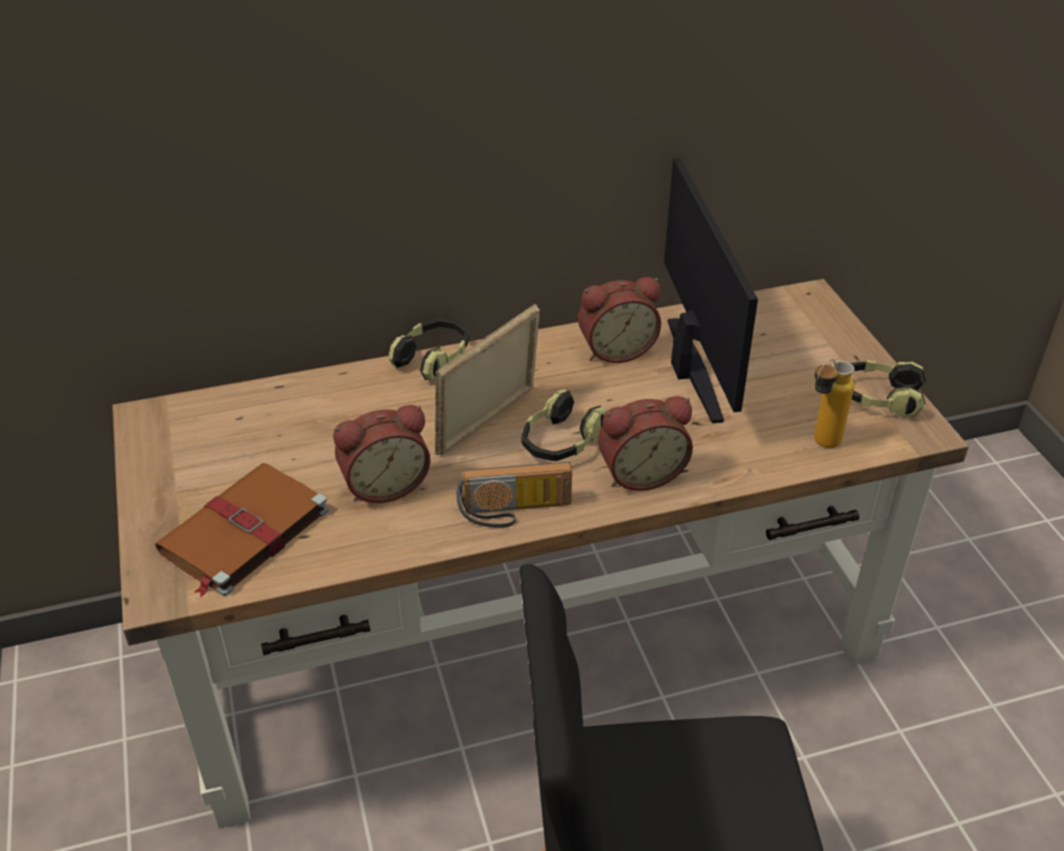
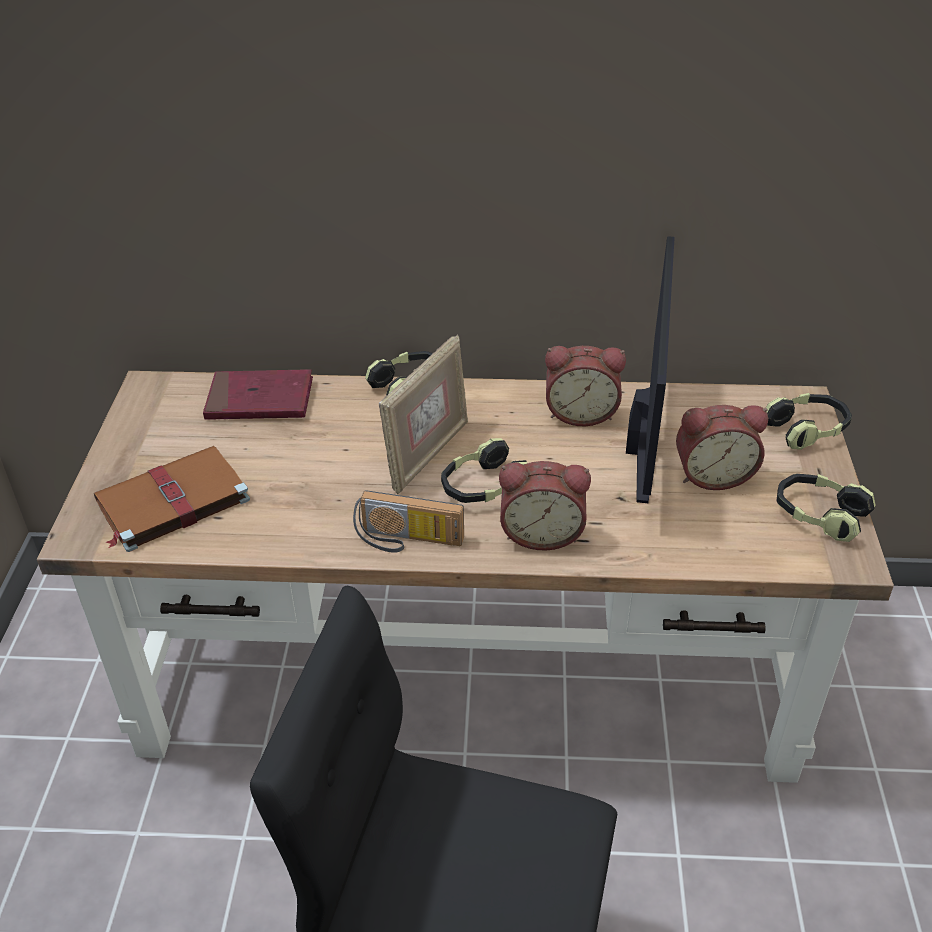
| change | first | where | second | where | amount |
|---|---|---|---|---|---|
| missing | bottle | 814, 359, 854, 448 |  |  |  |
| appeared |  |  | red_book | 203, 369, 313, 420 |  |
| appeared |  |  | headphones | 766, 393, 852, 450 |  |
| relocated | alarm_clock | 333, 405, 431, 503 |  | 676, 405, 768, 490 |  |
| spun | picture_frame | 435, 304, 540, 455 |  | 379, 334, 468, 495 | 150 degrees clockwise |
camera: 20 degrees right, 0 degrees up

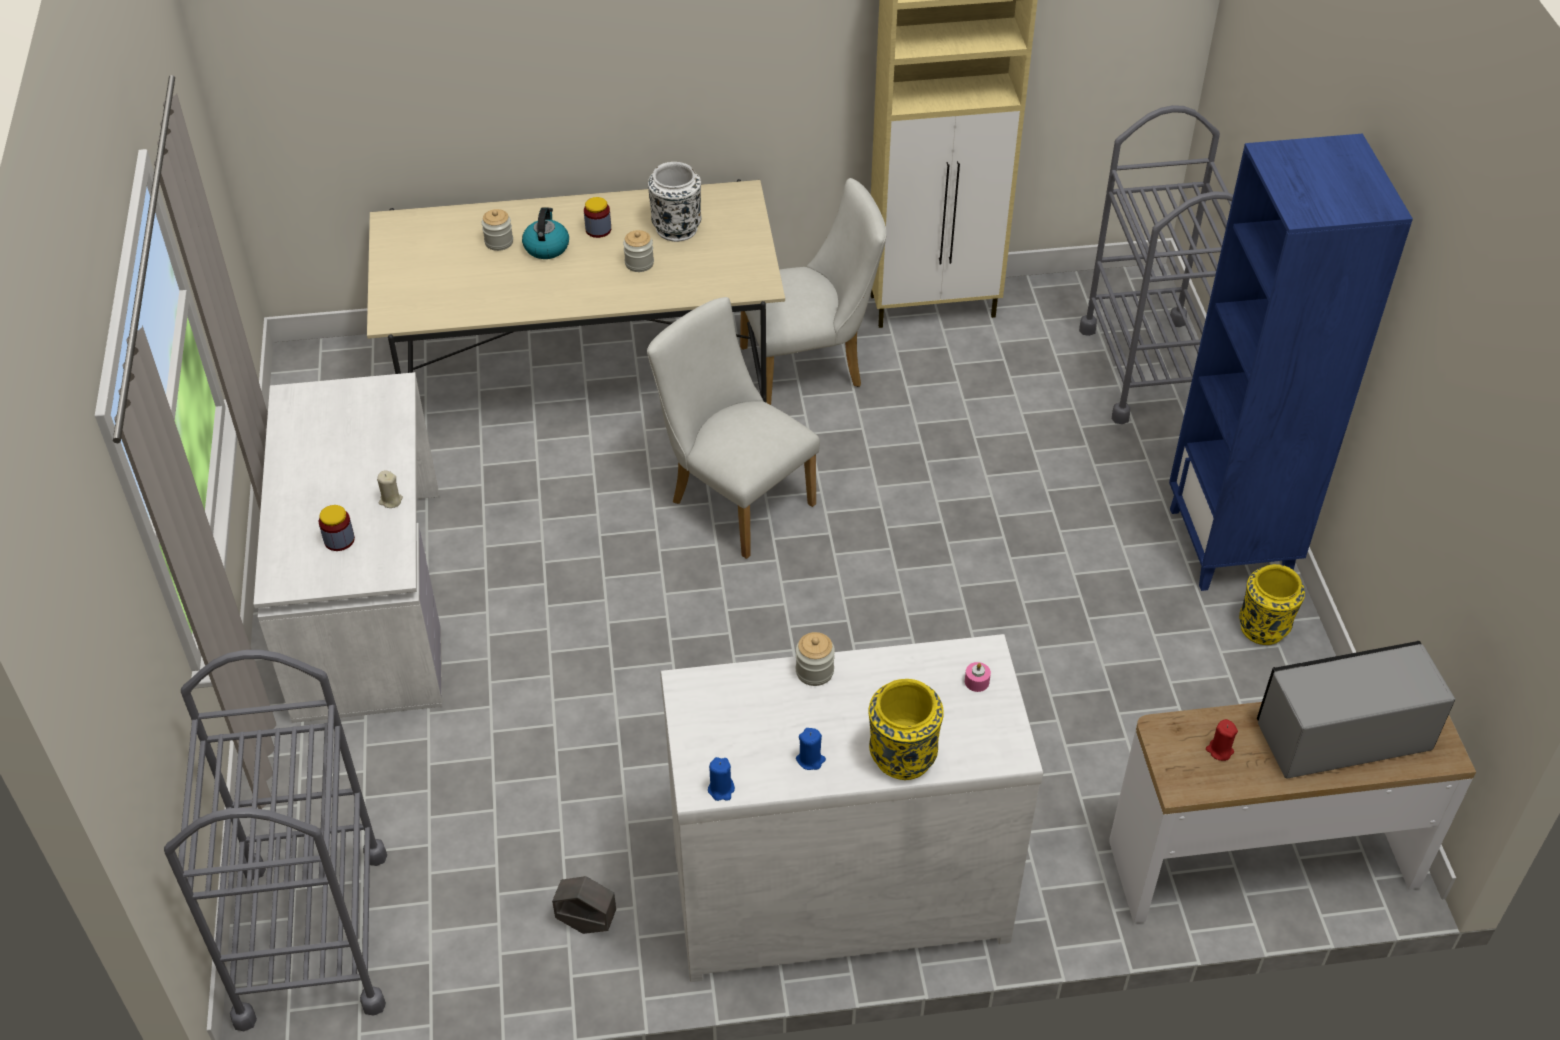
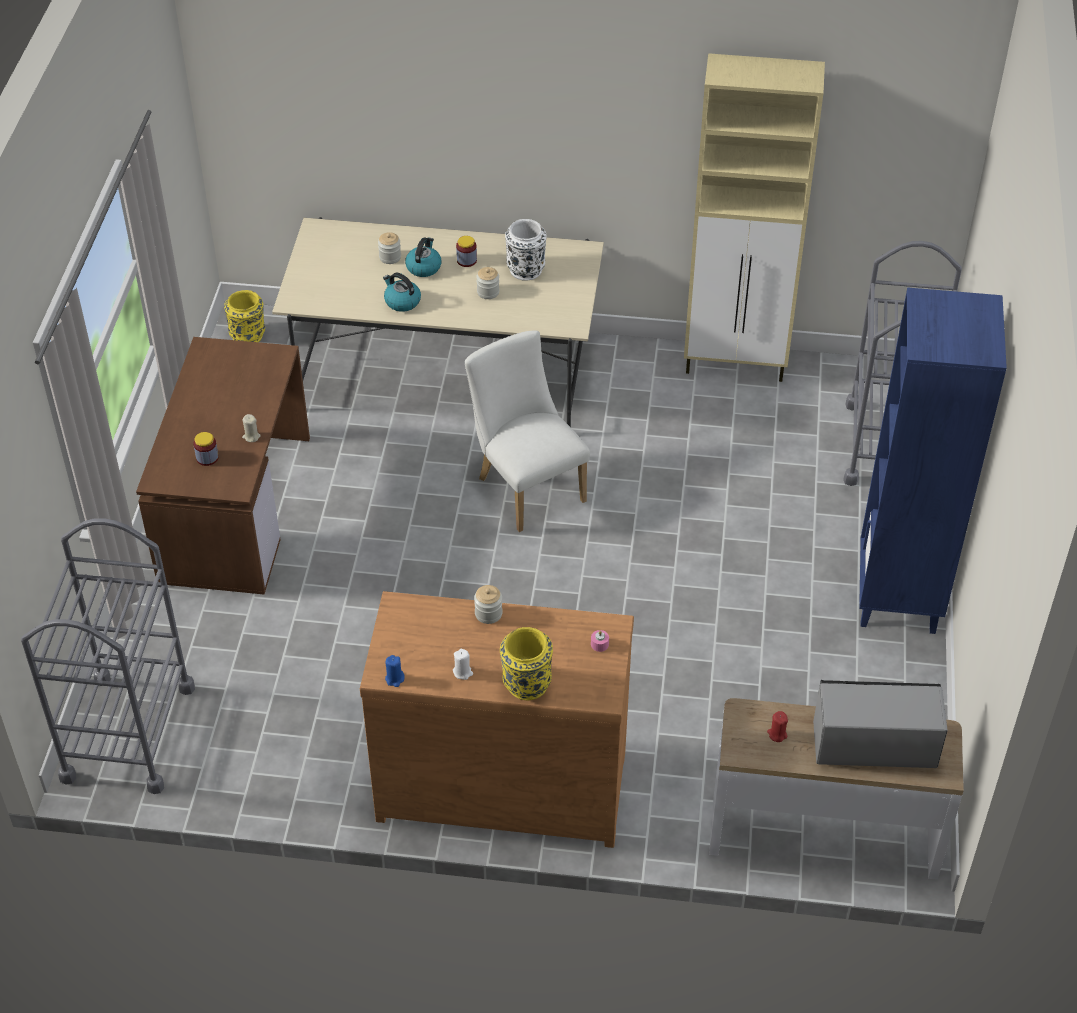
| change | first | where | second | where | amount |
|---|---|---|---|---|---|
| missing | grey_planter | 552, 876, 616, 934 |  |  |  |
| missing | white_chair | 740, 178, 886, 405 |  |  |  |
| appeared |  |  | kettle | 383, 273, 421, 312 |  |
| relocated | yellow_vase | 1239, 564, 1305, 645 |  | 224, 290, 265, 342 |  |
| colour | white_desk | 253, 372, 442, 723 | brown_desk | 136, 337, 310, 594 |  |
| colour | white_dresser | 660, 634, 1044, 982 | brown_dresser | 360, 591, 634, 848 |  |
| colour | blue_candle | 796, 728, 826, 770 | white_candle | 453, 649, 473, 680 |  |
camera: 15 degrees right, 0 degrees up

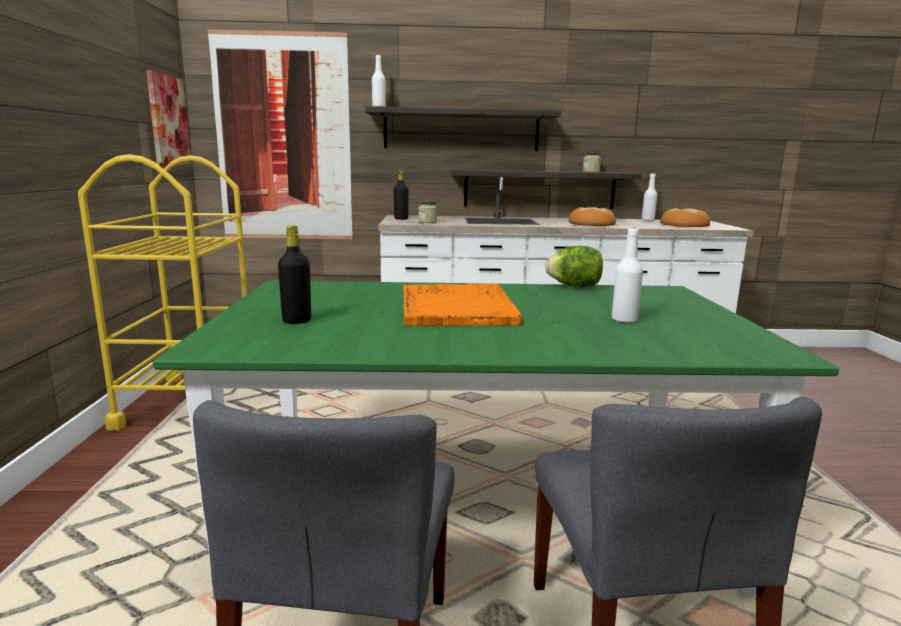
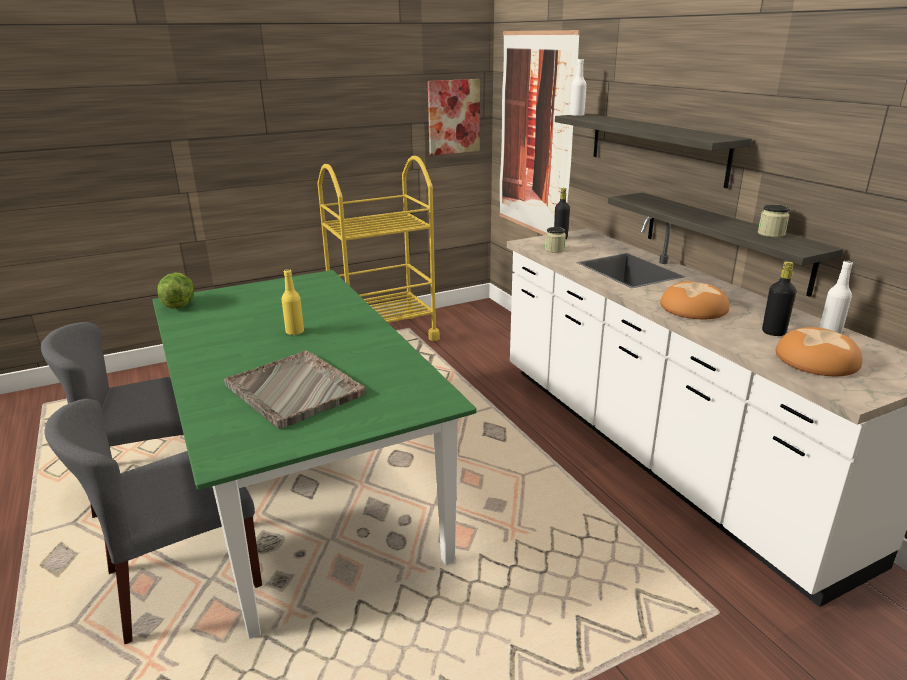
| change | first | where | second | where | amount |
|---|---|---|---|---|---|
| relocated | black_bottle | 278, 225, 311, 324 |  | 762, 261, 796, 336 |  |
| relocated | lettuce | 545, 246, 603, 287 |  | 158, 272, 194, 309 |  |
| exchanged | orange_tray | 403, 283, 522, 326 | yellow_bottle | 282, 269, 304, 335 |  |
| exchanged | white_bottle | 611, 228, 643, 323 | grey_tray | 224, 350, 366, 429 |  |
camera: 65 degrees right, 10 degrees up

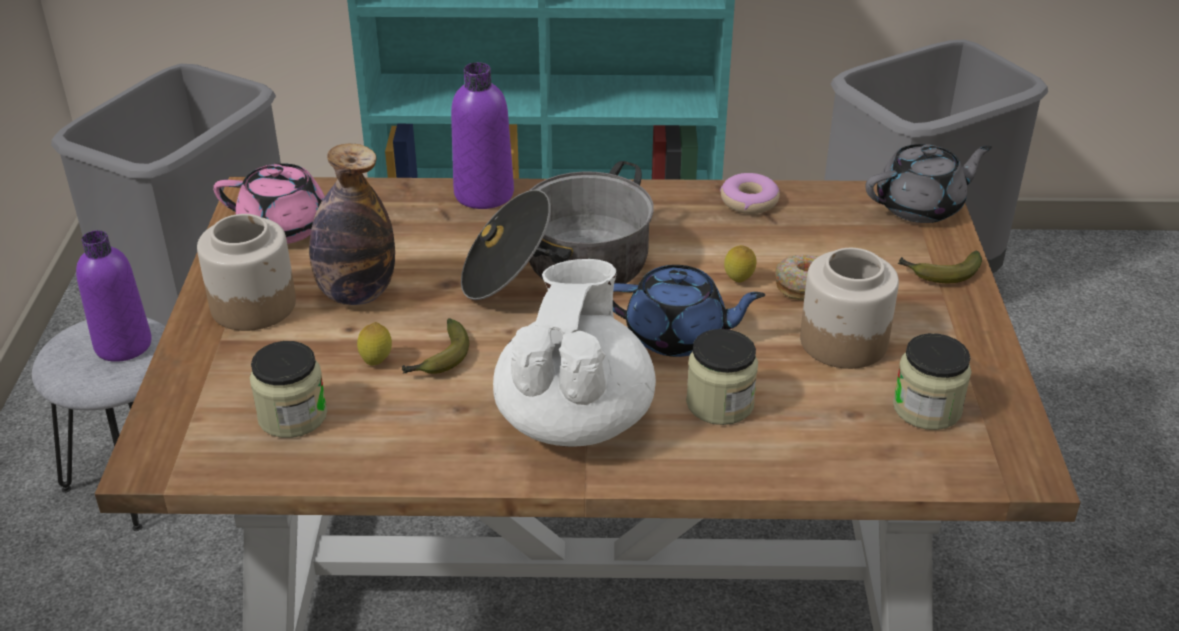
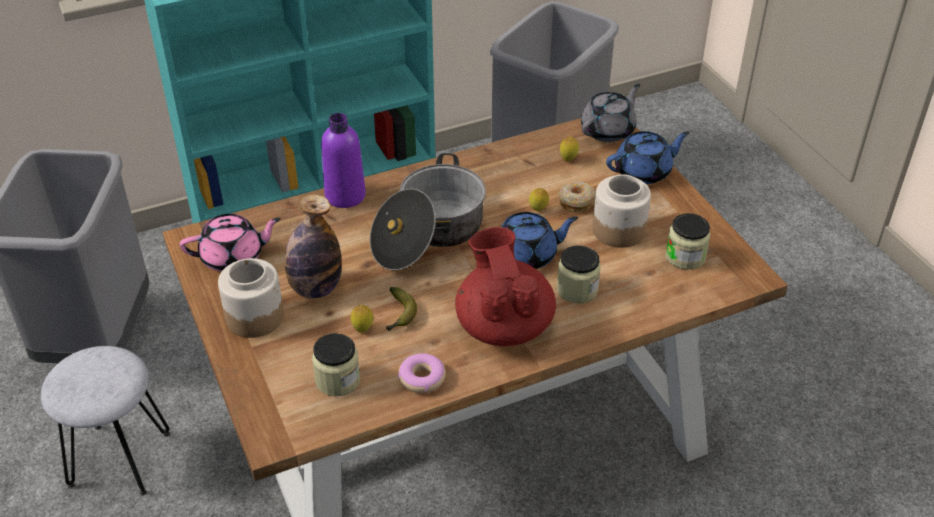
| change | first | where | second | where | amount |
|---|---|---|---|---|---|
| missing | purple_bottle | 76, 230, 152, 362 |  |  |  |
| appeared |  |  | lemon | 560, 136, 579, 161 |  |
| relocated | donut | 720, 173, 780, 214 |  | 398, 353, 446, 393 |  |
| exchanged | banana | 898, 250, 982, 283 | blue_teapot | 606, 131, 690, 184 |  |
| colour | white_teapot | 493, 259, 656, 447 | red_teapot | 455, 227, 556, 346 |  |
camera: 25 degrees left, 5 degrees up

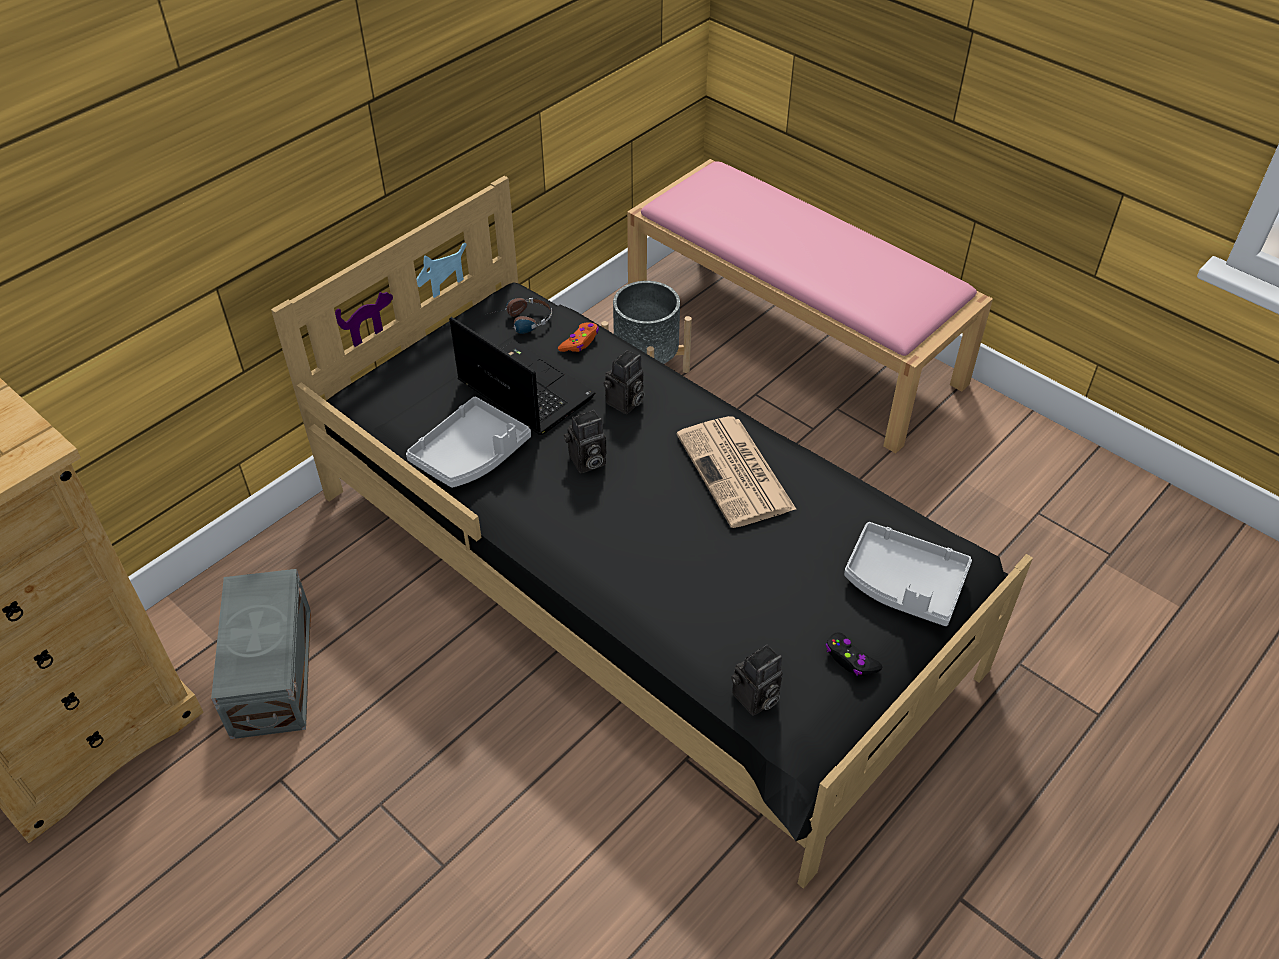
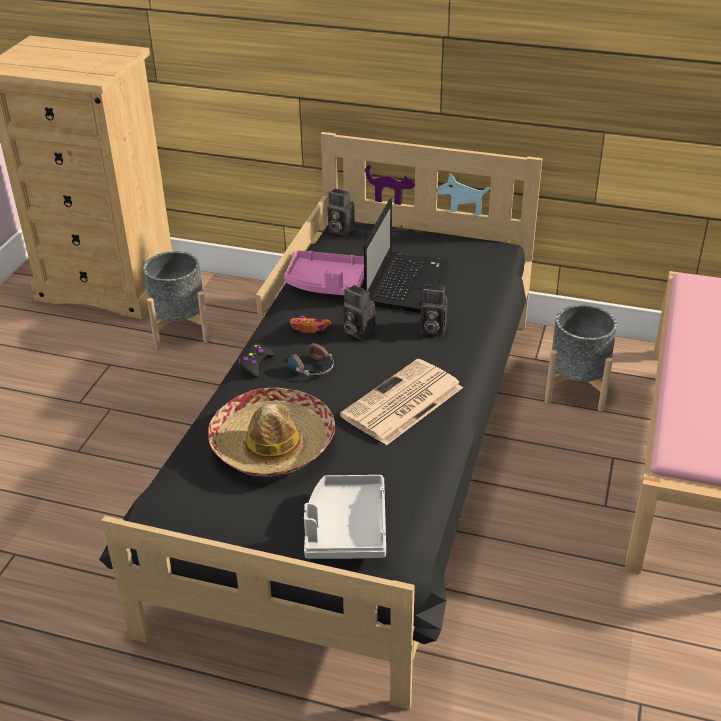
| change | first | where | second | where | amount |
|---|---|---|---|---|---|
| appeared |  |  | hat | 208, 387, 335, 477 |  |
| relocated | headphones | 489, 298, 552, 334 |  | 288, 340, 334, 376 |  |
| relocated | orange_game_controller | 558, 322, 599, 352 |  | 290, 316, 331, 333 |  |
| relocated | photo_camera | 731, 644, 783, 716 |  | 327, 188, 355, 236 |  |
| relocated | black_game_controller | 826, 632, 882, 677 |  | 239, 343, 275, 378 |  |
| exchanged | grey_storage_box | 211, 569, 311, 739 | grey_planter | 143, 251, 210, 349 |  |
| colour | grey_tray | 406, 397, 531, 488 | pink_tray | 284, 250, 364, 295 |  |
camera: 65 degrees right, 10 degrees down

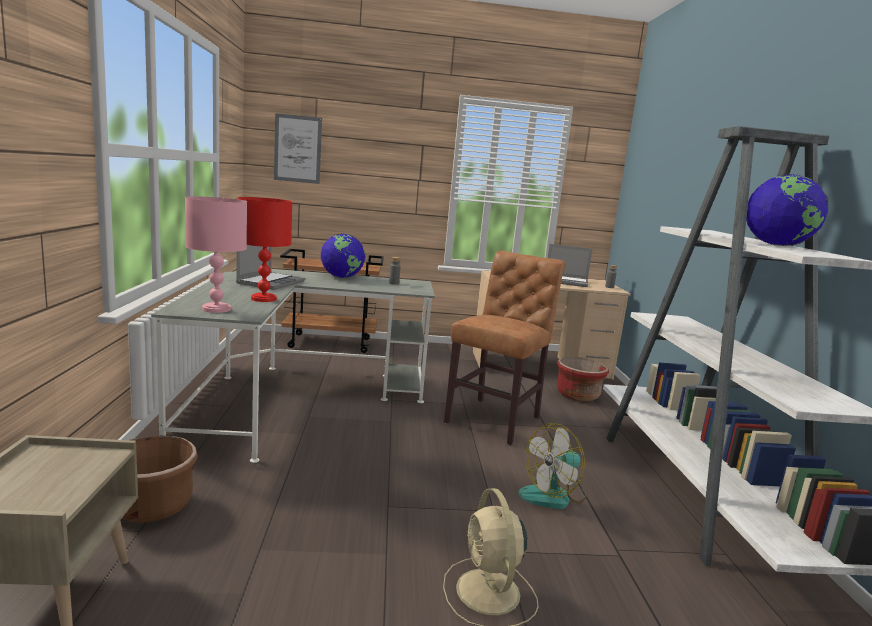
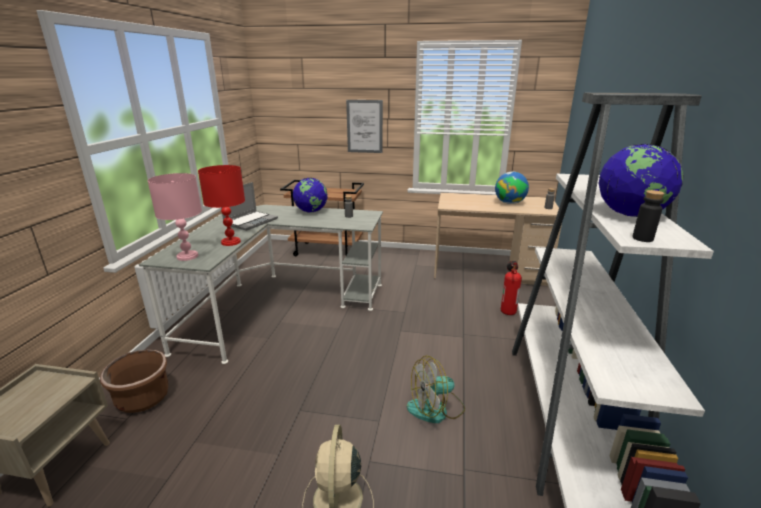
| change | first | where | second | where | amount |
|---|---|---|---|---|---|
| missing | brown_chair | 444, 251, 566, 445 |  |  |  |
| appeared |  |  | black_bottle | 632, 190, 665, 242 |  |
| relocated | picture | 274, 113, 322, 184 |  | 346, 100, 383, 153 |  |
| exchanged | laptop | 548, 244, 592, 287 | globe | 495, 172, 529, 204 |  |
| exchanged | red_planter | 557, 356, 609, 402 | fire_extinguisher | 501, 261, 522, 315 |  |
camera: 15 degrees right, 10 degrees up

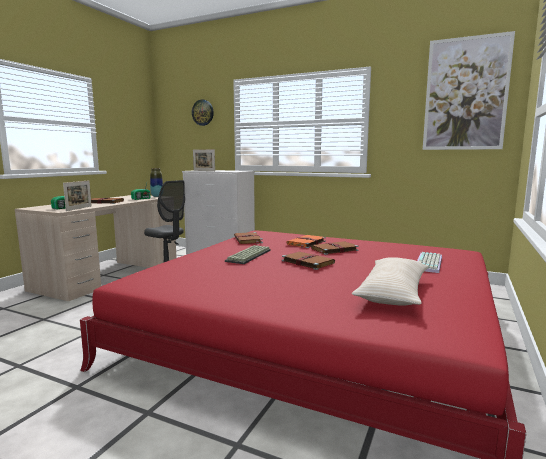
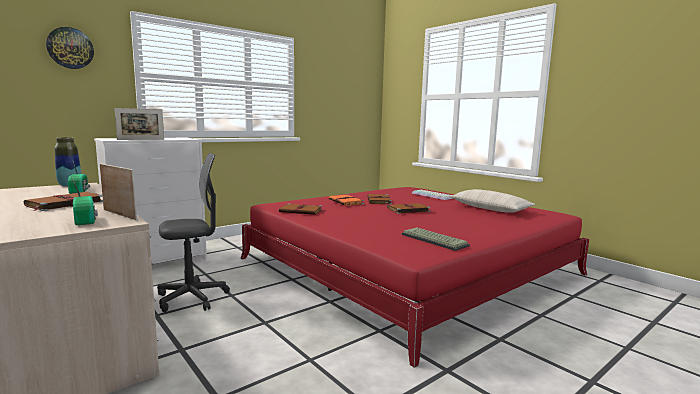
| change | first | where | second | where | amount |
|---|---|---|---|---|---|
| missing | picture | 423, 31, 515, 150 |  |  |  |
| relocated | keyboard | 225, 245, 271, 264 |  | 402, 227, 470, 251 |  |
camera: 65 degrees left, 0 degrees up

